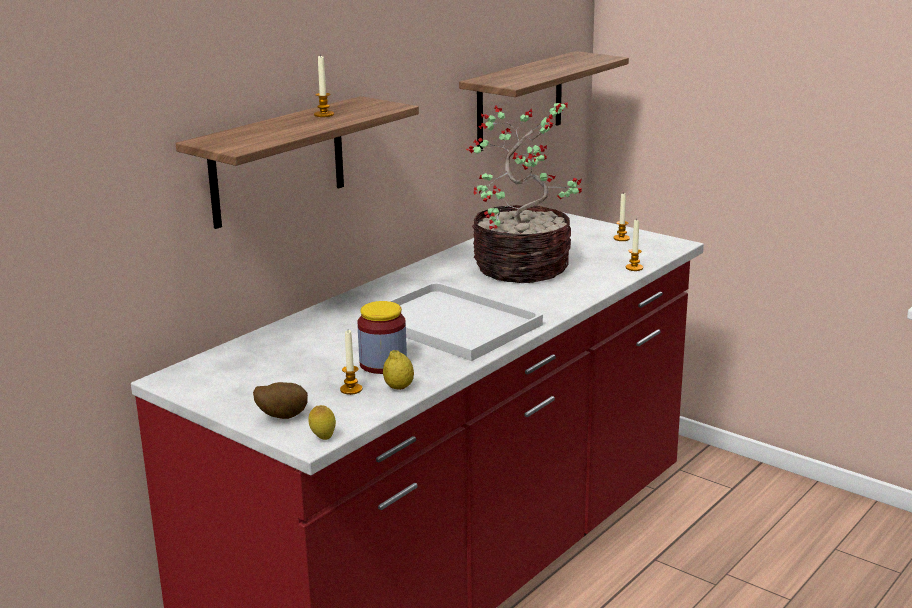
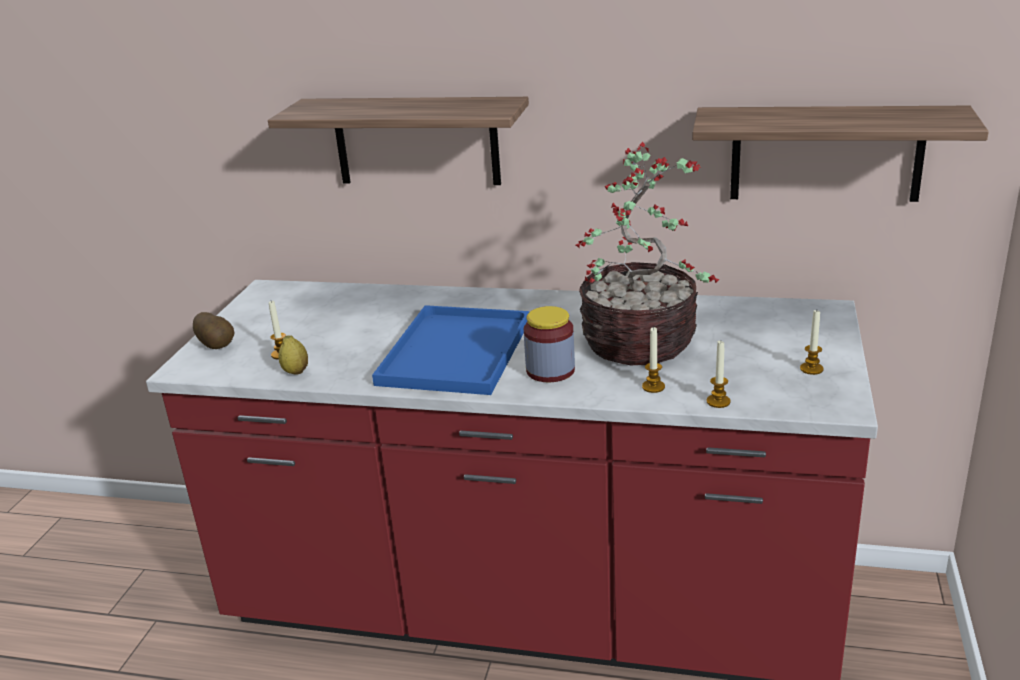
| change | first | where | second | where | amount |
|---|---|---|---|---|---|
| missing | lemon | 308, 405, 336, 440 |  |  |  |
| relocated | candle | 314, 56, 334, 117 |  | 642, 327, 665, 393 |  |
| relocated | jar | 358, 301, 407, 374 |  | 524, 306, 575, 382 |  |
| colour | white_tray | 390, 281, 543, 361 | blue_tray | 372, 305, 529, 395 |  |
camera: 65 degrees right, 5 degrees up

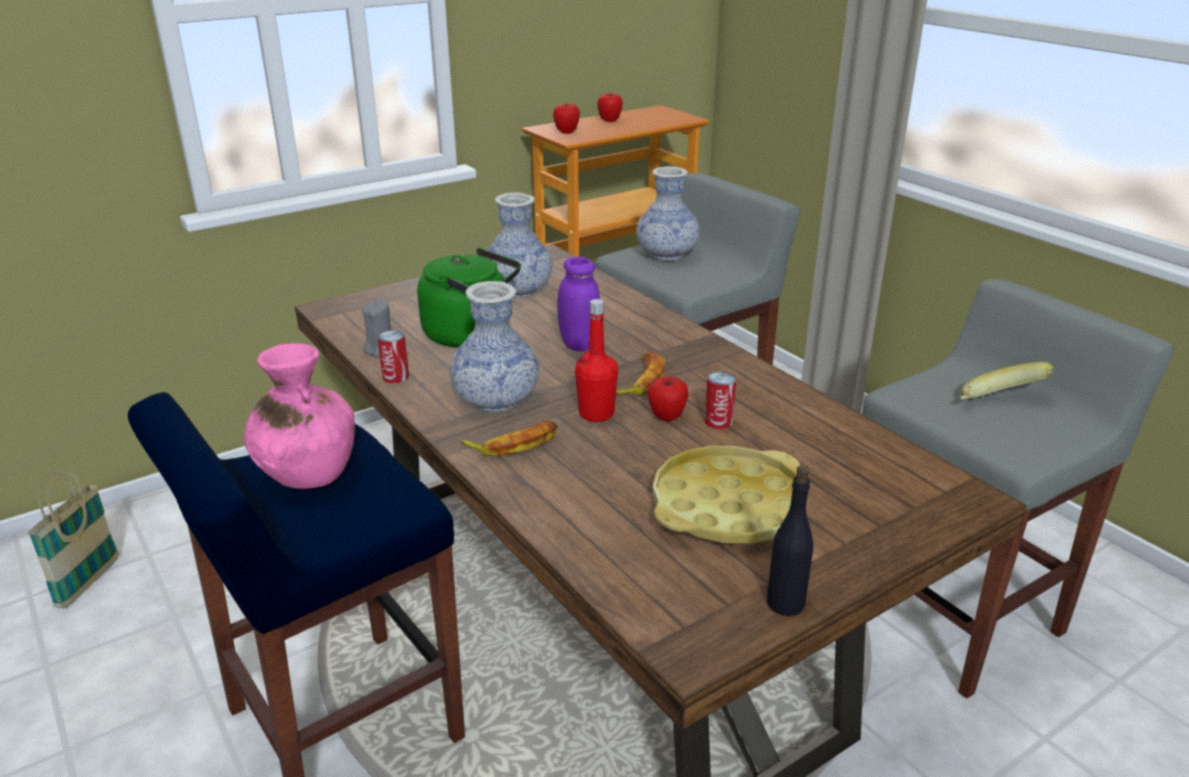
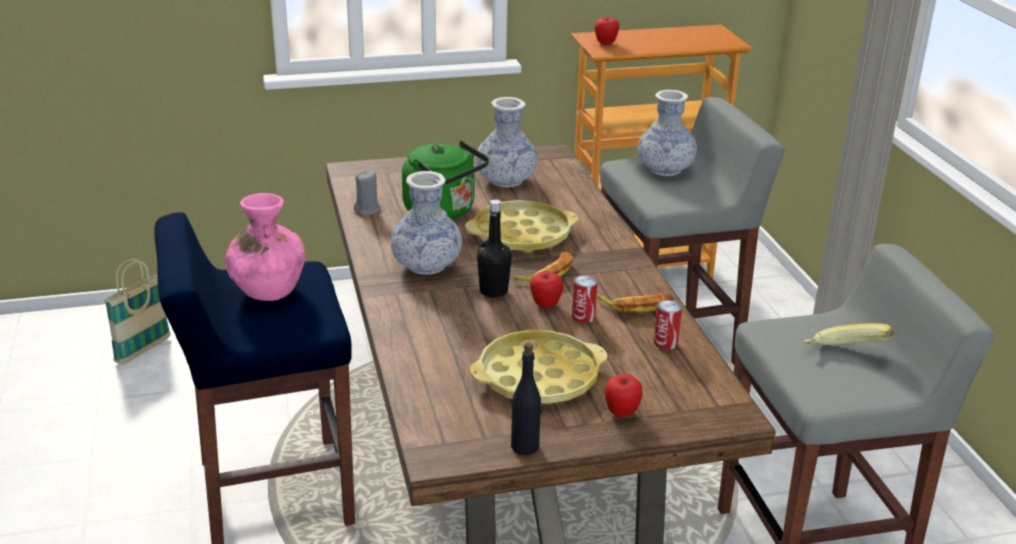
| change | first | where | second | where | amount |
|---|---|---|---|---|---|
| relocated | can | 378, 330, 409, 383 |  | 654, 300, 682, 349 |  |
| relocated | banana | 460, 420, 558, 456 |  | 597, 293, 674, 313 |  |
| relocated | apple | 597, 92, 623, 122 |  | 605, 374, 643, 417 |  |
| exchanged | purple_jar | 557, 257, 600, 351 | yellow_tray | 465, 200, 578, 252 |  |
| colour | red_bottle | 575, 299, 618, 422 | black_bottle | 477, 199, 512, 298 |  |
camera: 20 degrees right, 0 degrees up

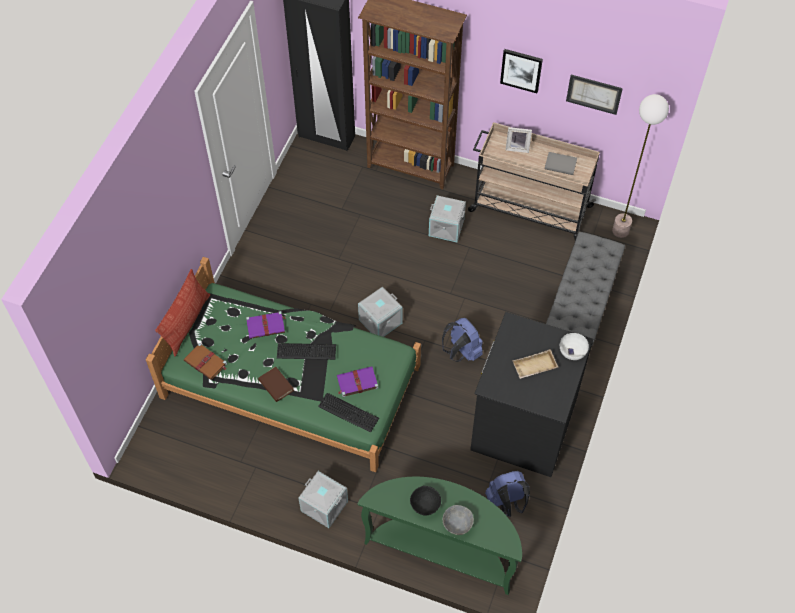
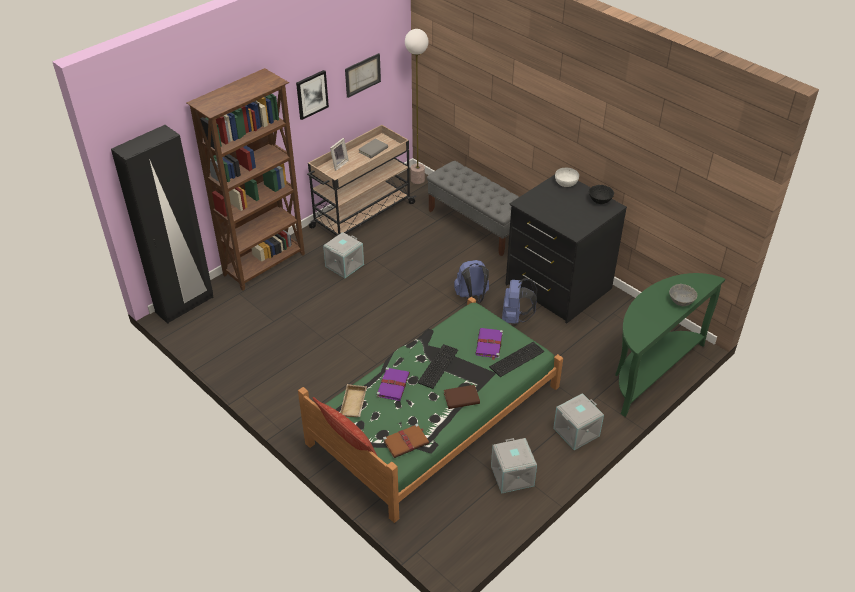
| change | first | where | second | where | amount |
|---|---|---|---|---|---|
| relocated | grey_storage_box | 358, 286, 403, 337 |  | 491, 438, 537, 494 |  |
| relocated | black_bowl | 410, 486, 441, 516 |  | 589, 185, 614, 204 |  |
| relocated | blue_backpack | 485, 471, 530, 517 |  | 502, 278, 537, 324 |  |
| relocated | beige_tray | 512, 349, 558, 379 |  | 340, 384, 367, 417 |  |
camera: 65 degrees left, 15 degrees down

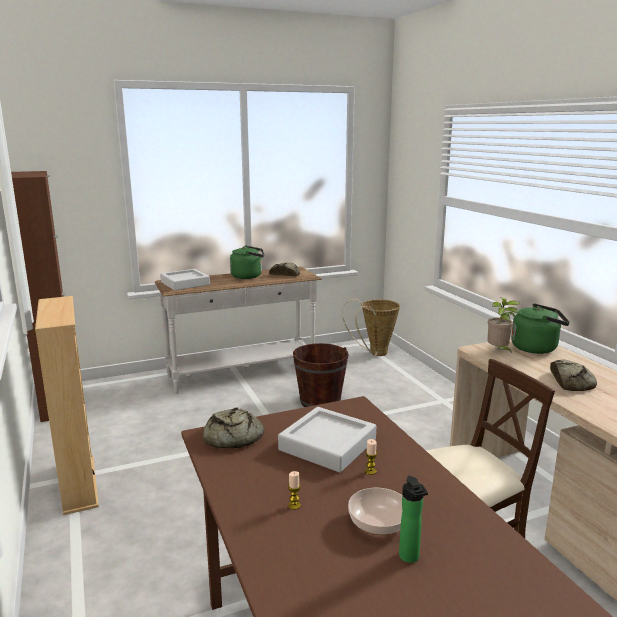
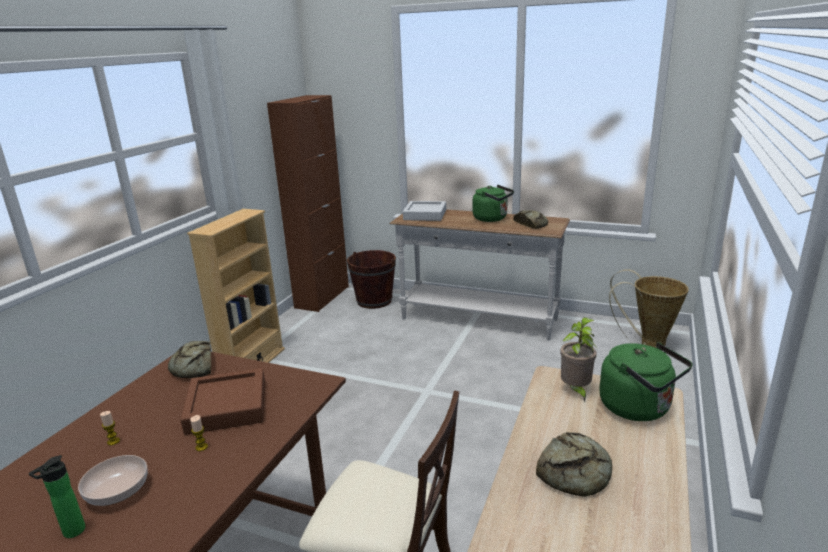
| change | first | where | second | where | amount |
|---|---|---|---|---|---|
| relocated | brown_bucket | 293, 343, 349, 407 |  | 347, 250, 396, 309 |  |
| colour | grey_tray | 278, 407, 376, 472 | brown_tray | 181, 368, 265, 435 |  |
camera: 45 degrees right, 5 degrees up

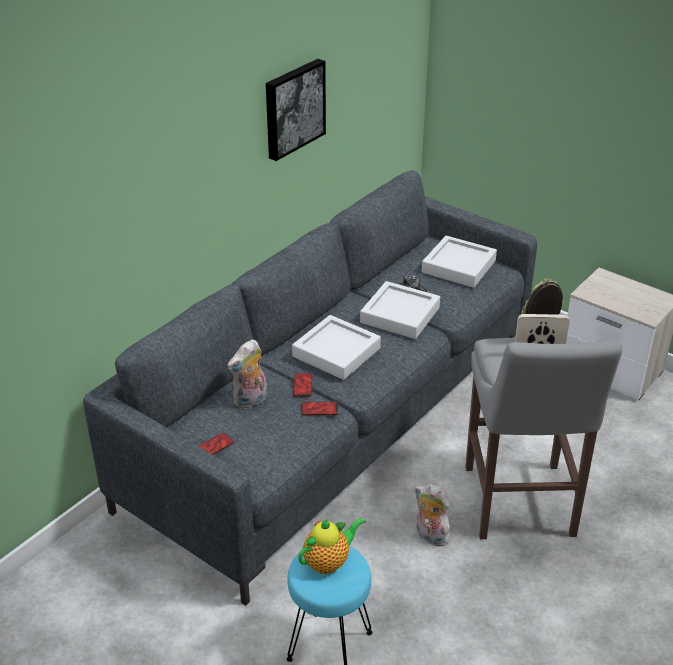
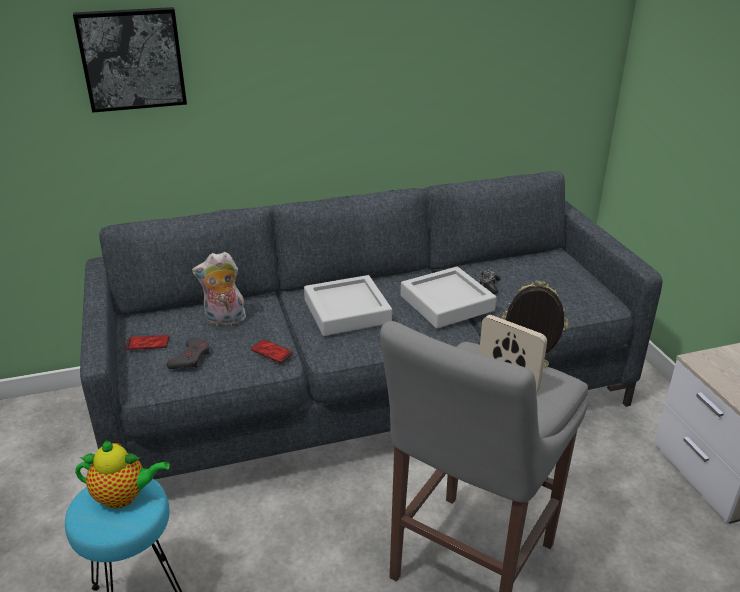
| change | first | where | second | where | amount |
|---|---|---|---|---|---|
| missing | phone | 293, 373, 312, 397 |  |  |  |
| missing | plush_toy | 414, 484, 450, 546 |  |  |  |
| missing | grey_tray | 422, 236, 497, 288 |  |  |  |
| appeared |  |  | grey_game_controller | 166, 338, 209, 369 |  |
| relocated | picture | 266, 59, 326, 161 |  | 73, 7, 187, 113 |  |
camera: 35 degrees right, 5 degrees down

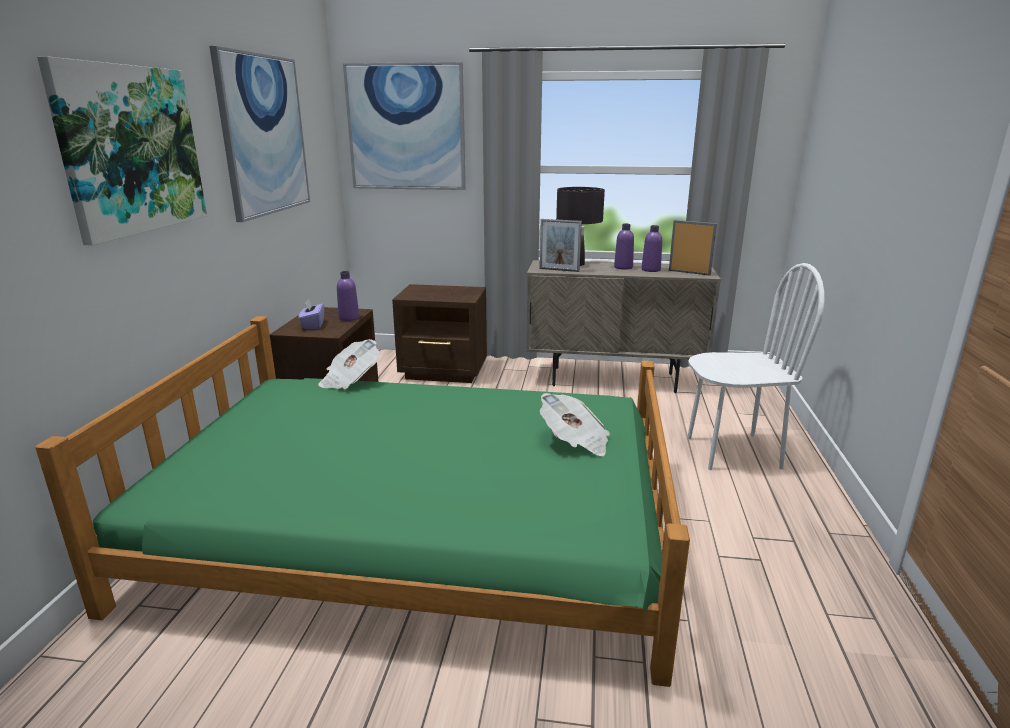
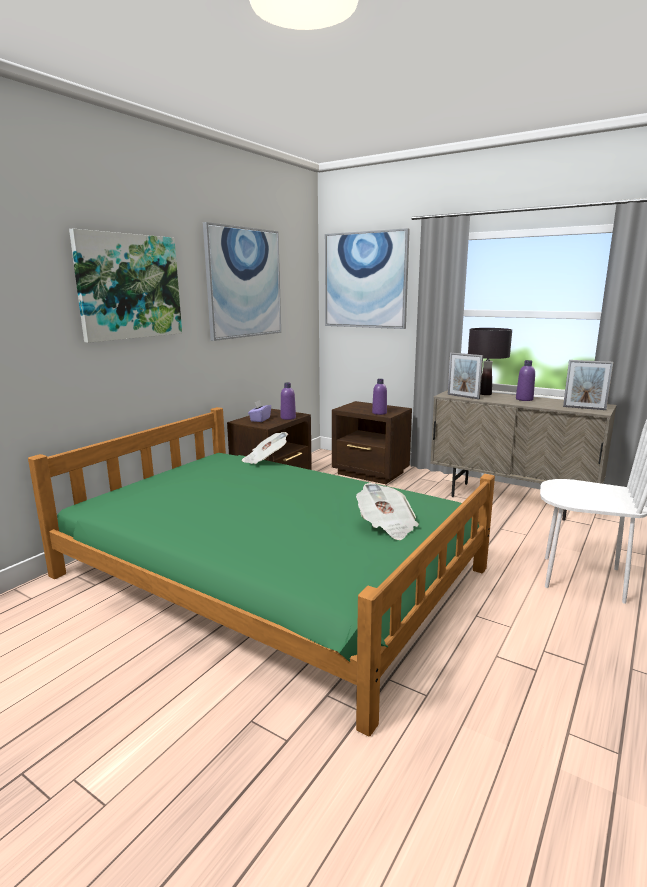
| change | first | where | second | where | amount |
|---|---|---|---|---|---|
| relocated | purple_bottle | 642, 225, 662, 272 |  | 372, 379, 387, 415 |  |
| spun | picture_frame | 669, 220, 717, 276 |  | 563, 360, 613, 410 | 150 degrees clockwise |
camera: 25 degrees right, 5 degrees down

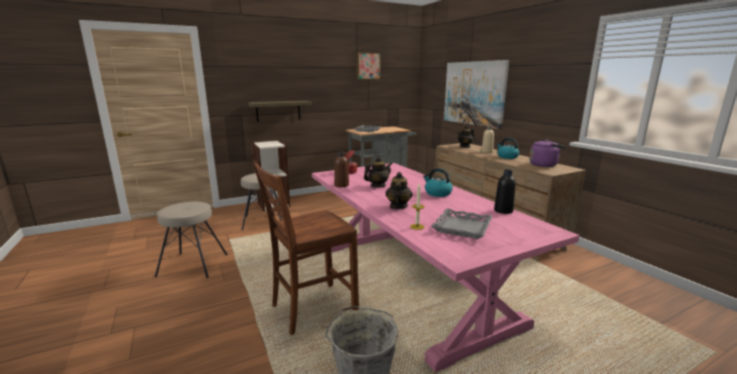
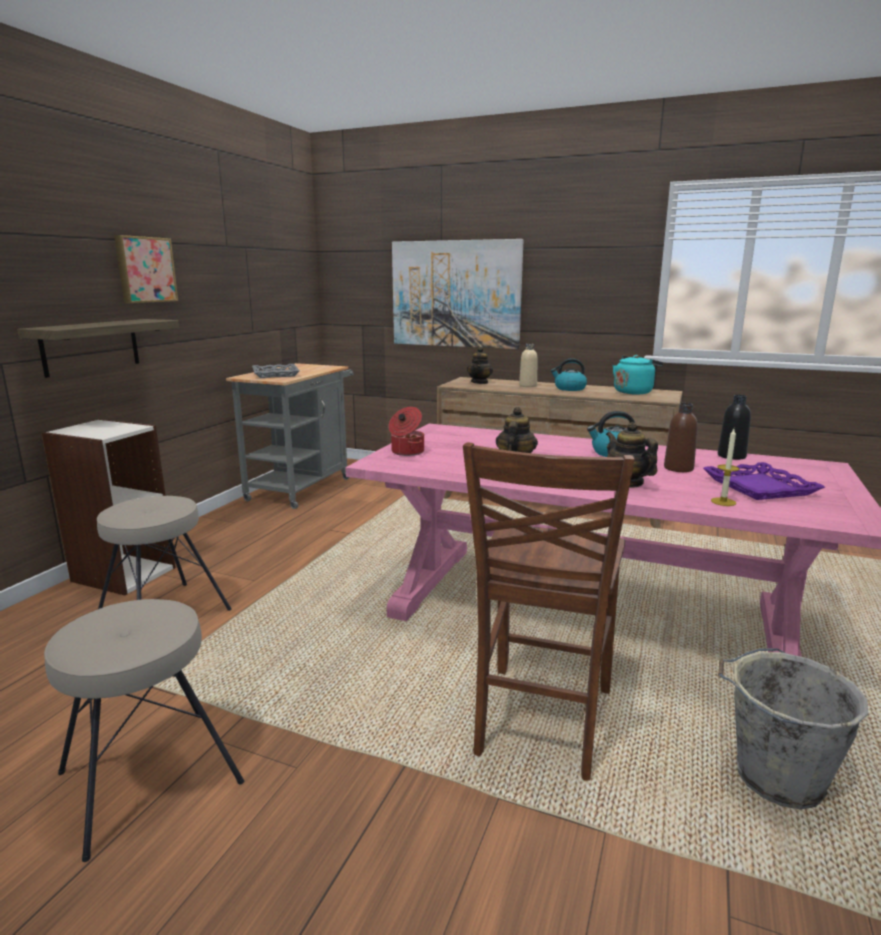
| change | first | where | second | where | amount |
|---|---|---|---|---|---|
| relocated | brown_bottle | 334, 151, 349, 187 |  | 664, 403, 698, 472 |  |
| relocated | picture | 357, 53, 381, 79 |  | 114, 235, 178, 304 |  |
| colour | grey_tray | 431, 208, 493, 239 | purple_tray | 703, 462, 825, 500 |  |
| colour | purple_kettle | 529, 139, 566, 167 | turquoise_kettle | 613, 355, 663, 394 |  |
camera: 40 degrees left, 0 degrees up

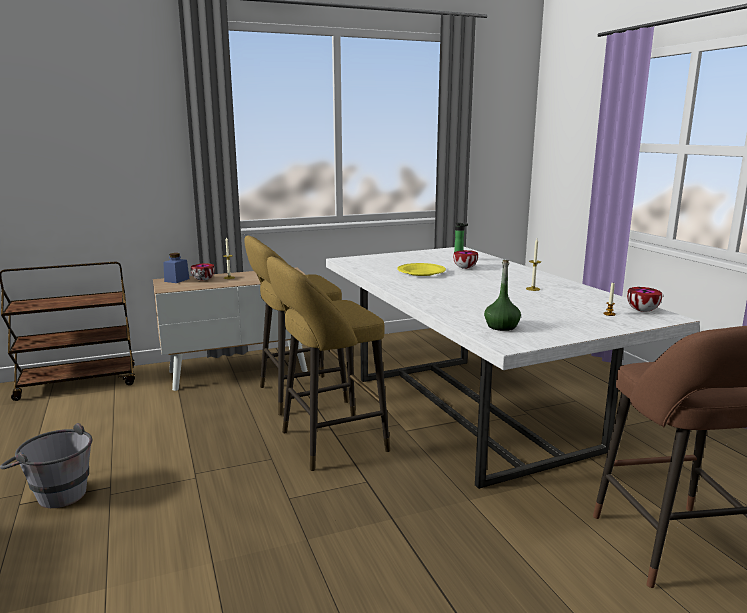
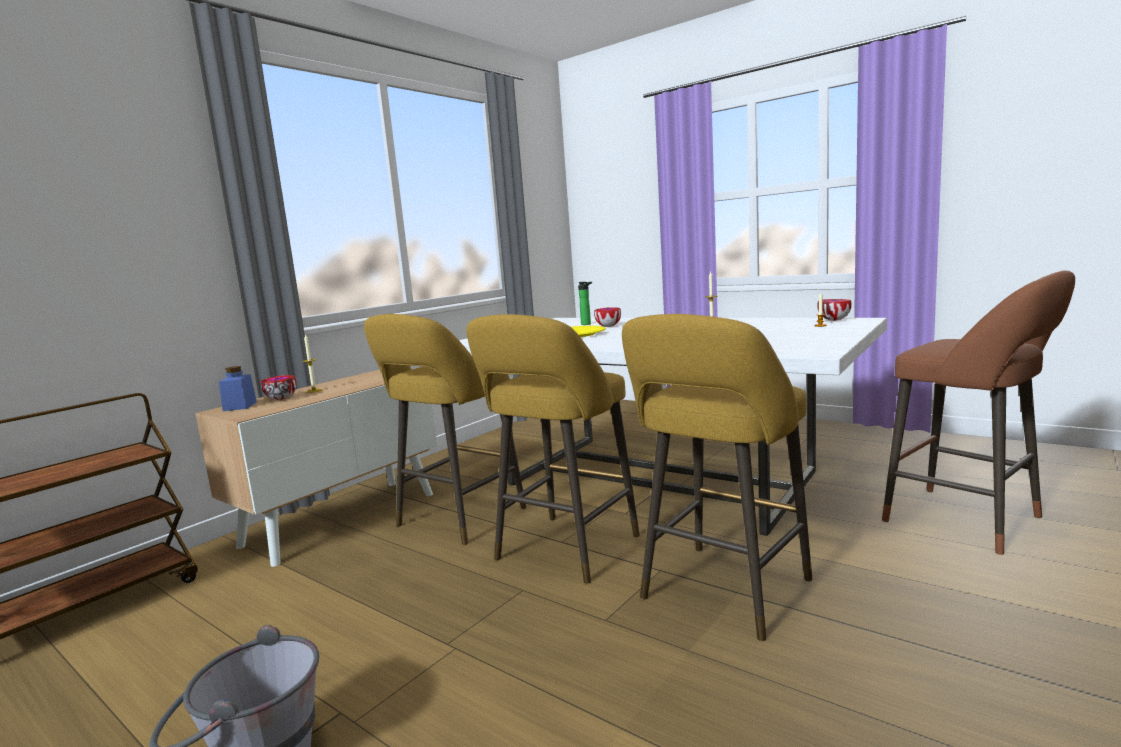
| change | first | where | second | where | amount |
|---|---|---|---|---|---|
| missing | green_bottle | 484, 260, 521, 331 |  |  |  |
| appeared |  |  | yellow_stool | 622, 314, 812, 641 |  |
camera: 30 degrees left, 5 degrees down

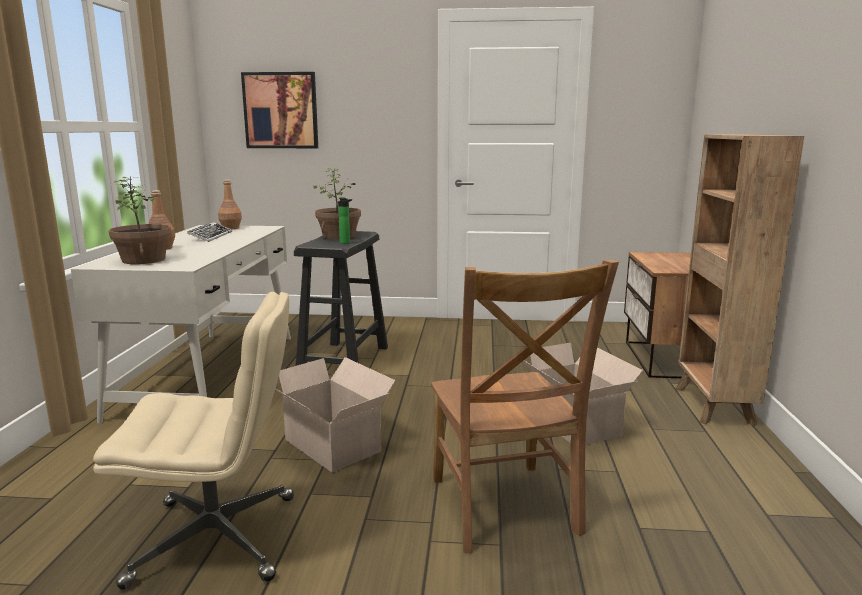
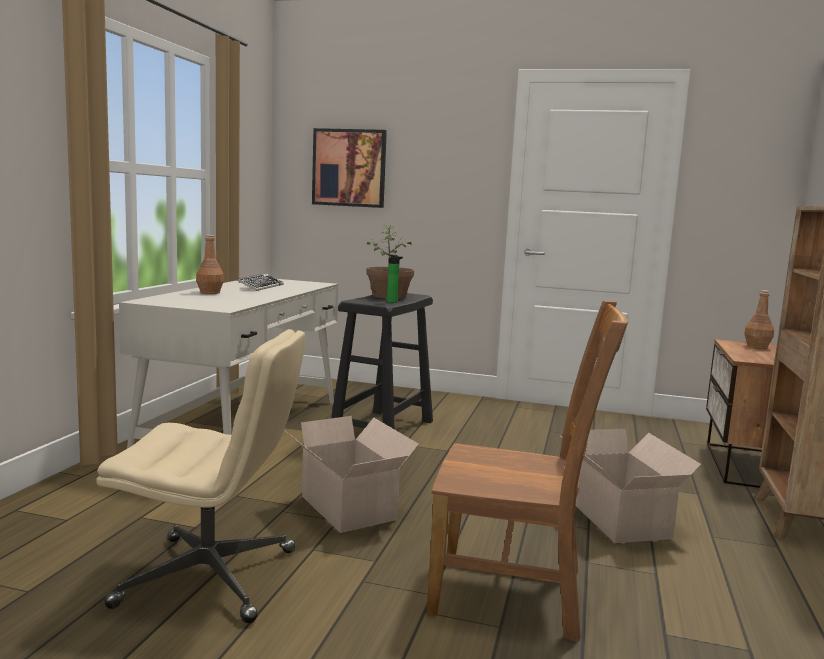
| change | first | where | second | where | amount |
|---|---|---|---|---|---|
| missing | potted_plant | 108, 176, 171, 264 |  |  |  |
| relocated | brown_bottle | 218, 180, 242, 229 |  | 744, 290, 774, 349 |  |
| spun | brown_chair | 431, 260, 619, 553 |  | 426, 301, 628, 642 | 75 degrees counterclockwise |
camera: 10 degrees right, 5 degrees down

